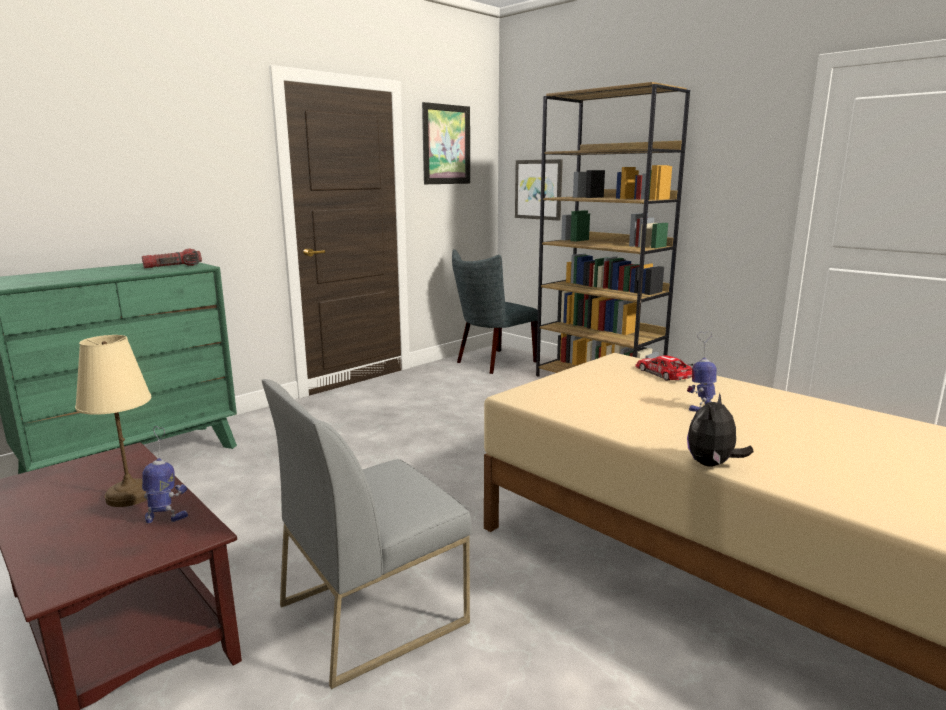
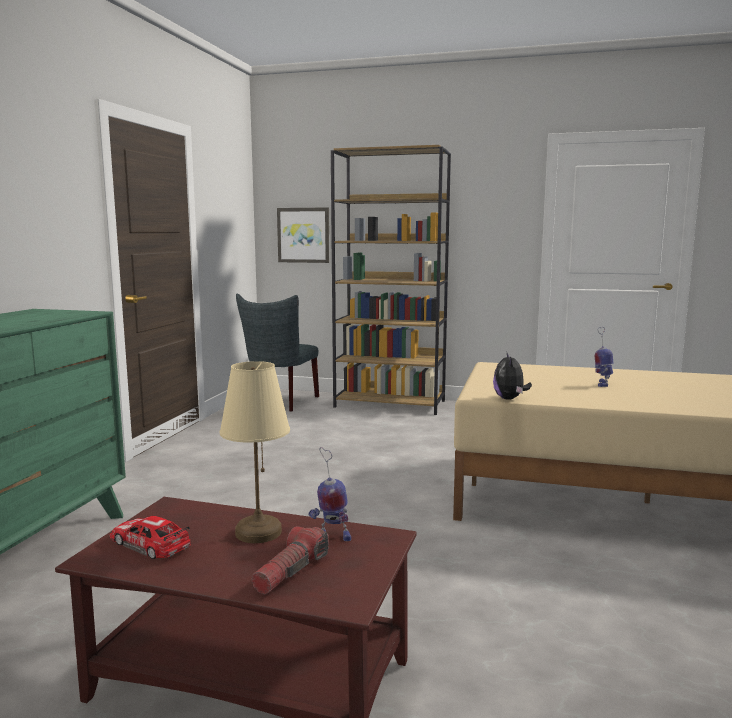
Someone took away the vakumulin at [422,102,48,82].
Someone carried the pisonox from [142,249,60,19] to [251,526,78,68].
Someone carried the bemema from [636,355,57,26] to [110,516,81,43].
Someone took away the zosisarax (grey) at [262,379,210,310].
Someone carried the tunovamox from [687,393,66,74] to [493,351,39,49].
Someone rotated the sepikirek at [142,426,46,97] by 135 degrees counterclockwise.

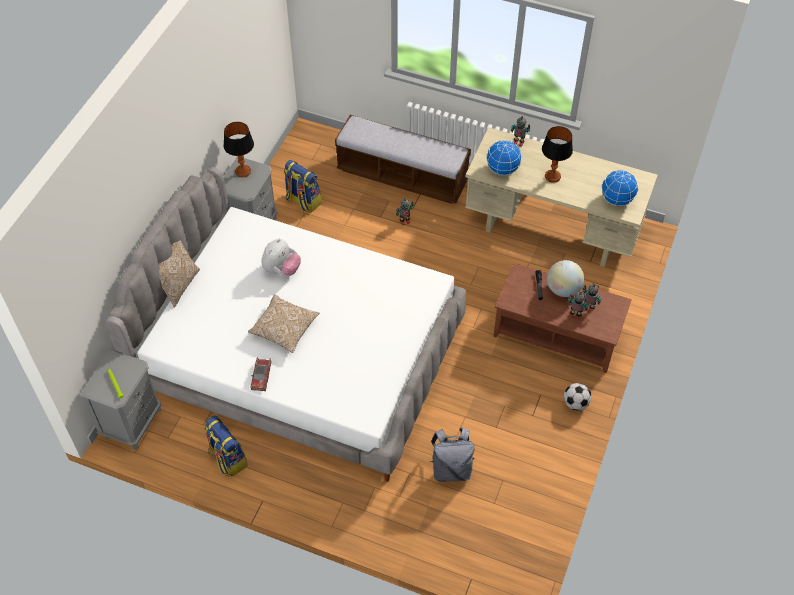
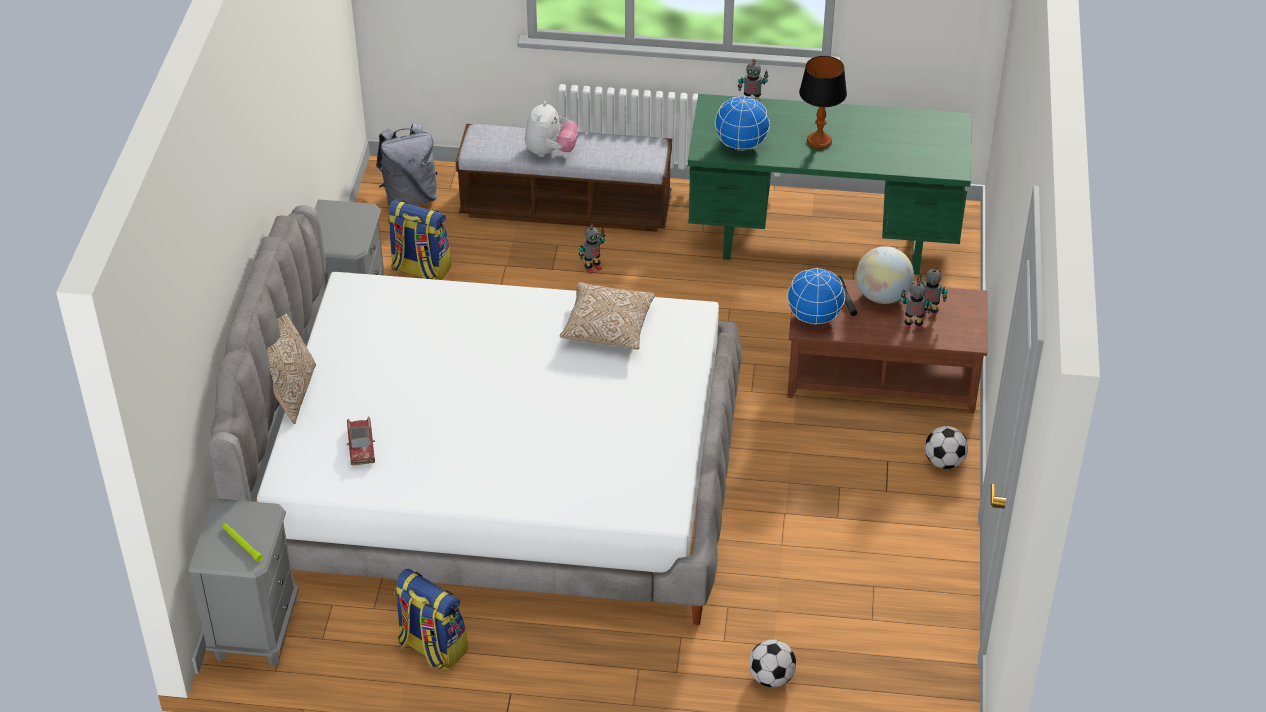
Someone took away the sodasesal at [224,122,30,55].
Someone repainted the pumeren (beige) at [466,127,192,140], which became the pumeren (green) at [688,94,283,181].
Someone carried the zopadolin from [602,170,36,36] to [787,267,58,58].
Someone carried the tunovamox from [262,239,39,37] to [525,101,54,56].
Someone carried the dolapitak from [248,294,71,59] to [560,282,96,68].
Someone carried the bemema from [250,357,21,34] to [347,416,28,50].
Someone carried the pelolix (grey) from [430,427,45,55] to [376,123,62,83].
Someone put down the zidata at [749,640,47,47].

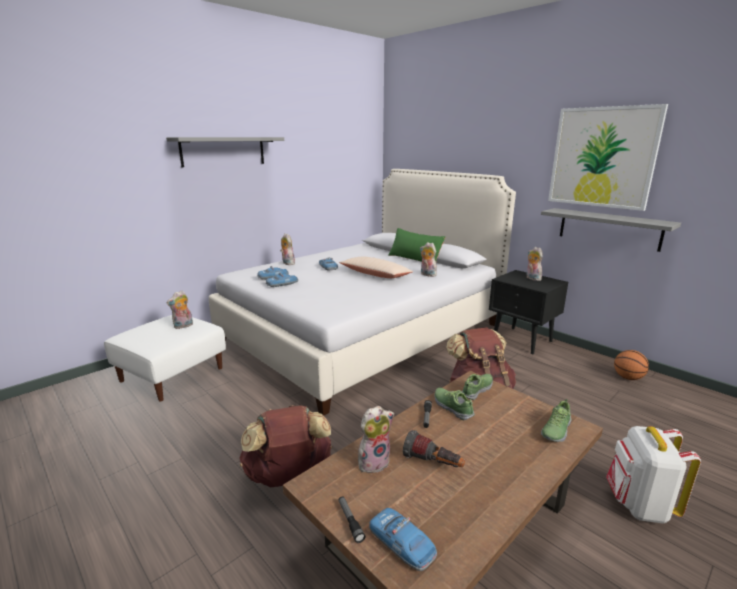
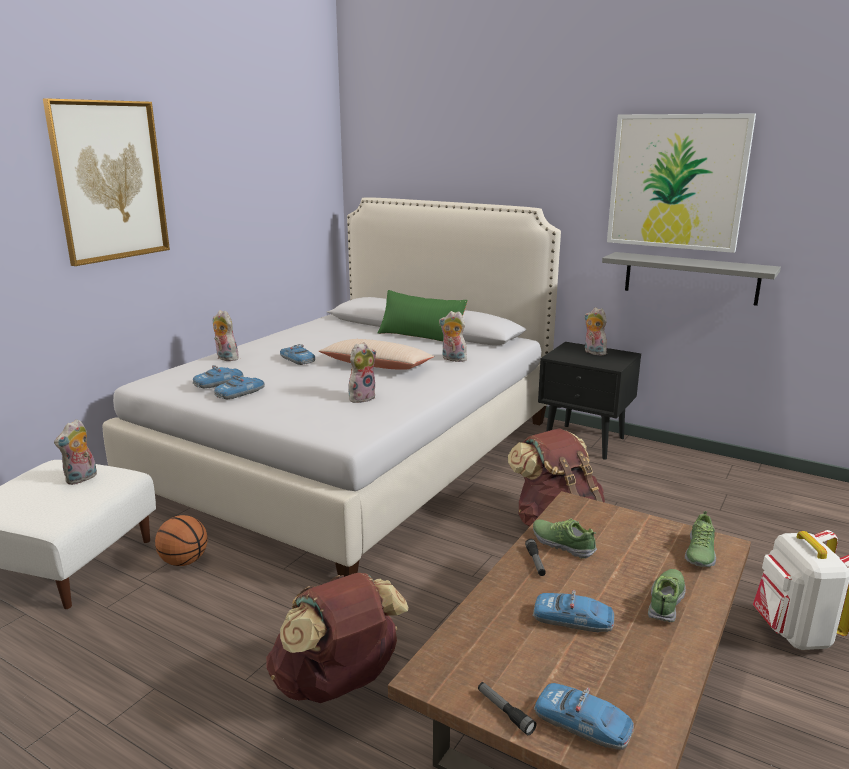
Someone swapped the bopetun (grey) at [166,137,118,30] for the vakumulin at [43,98,127,168].
Someone carried the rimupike from [614,350,35,30] to [155,515,53,51].
Someone carried the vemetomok from [461,374,32,26] to [648,569,38,53].
Someone carried the tunovamox from [358,406,36,67] to [349,342,27,61].
Someone swapped the pisonox at [403,430,62,37] for the bemema at [533,590,81,42].

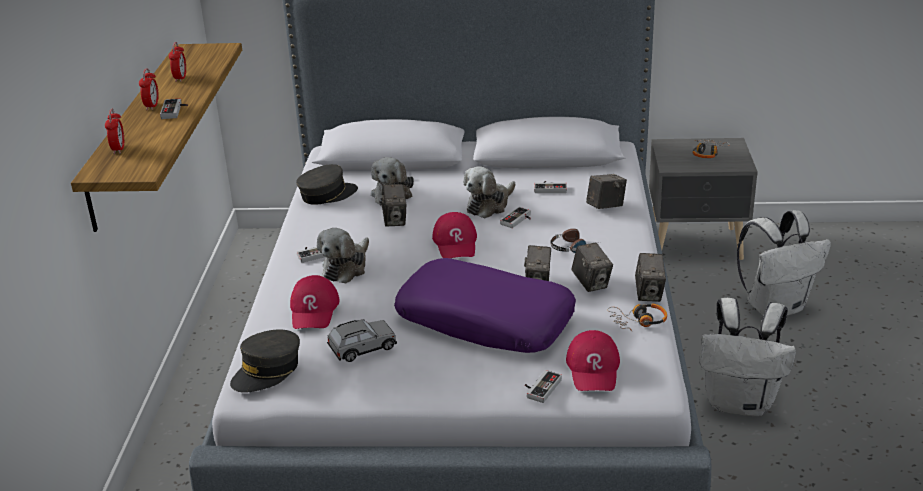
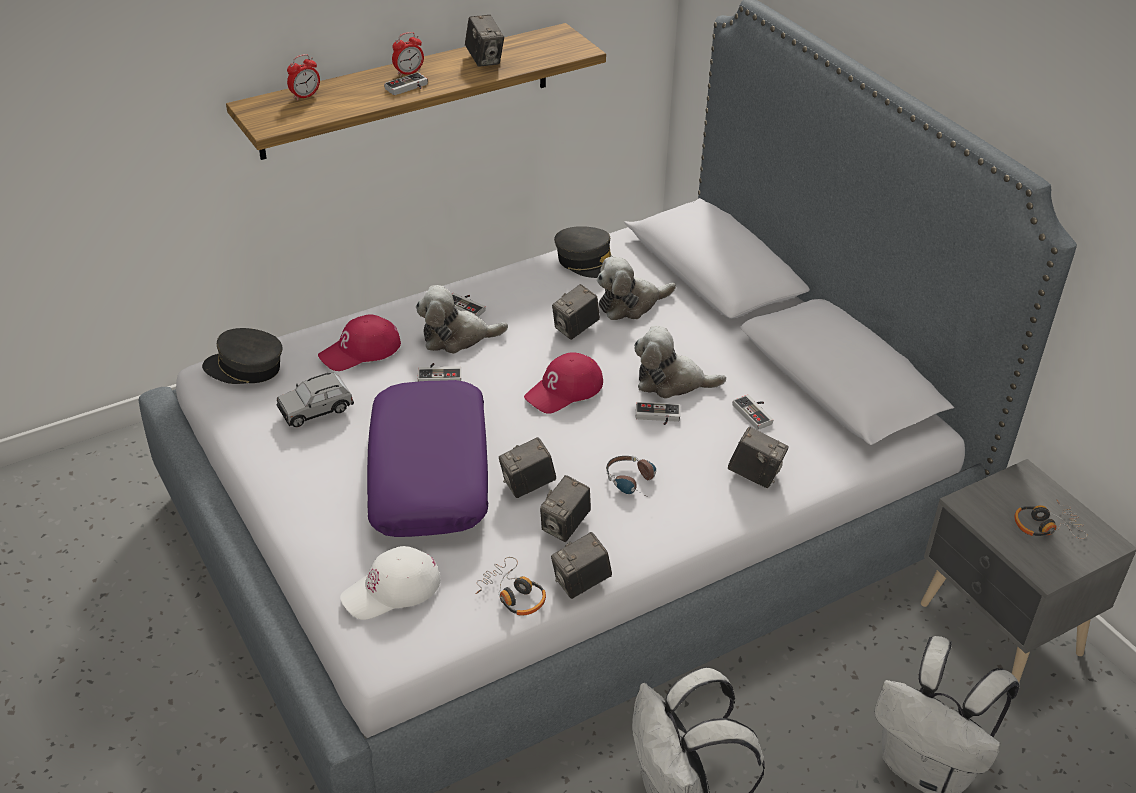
Someone swapped the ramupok at [169,42,17,40] for the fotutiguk at [465,15,39,52].
Someone rotated the bemema (grey) at [327,319,70,43] by 120 degrees clockwise.
Someone repainted the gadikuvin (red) at [566,330,54,61], which became the gadikuvin (white) at [340,546,101,74].
Someone carried the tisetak from [525,370,37,33] to [418,363,43,19].

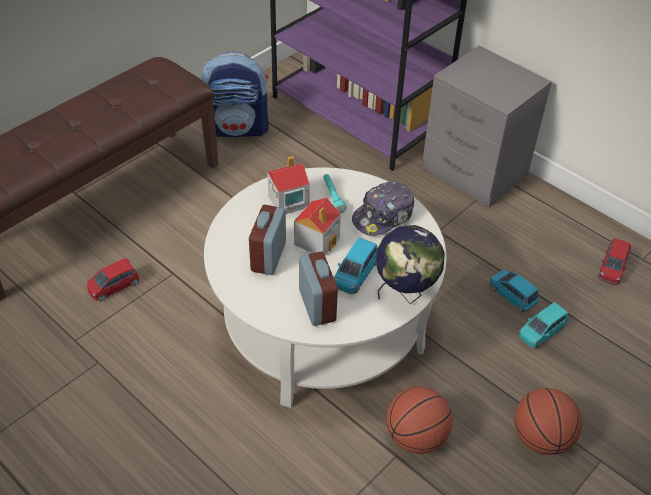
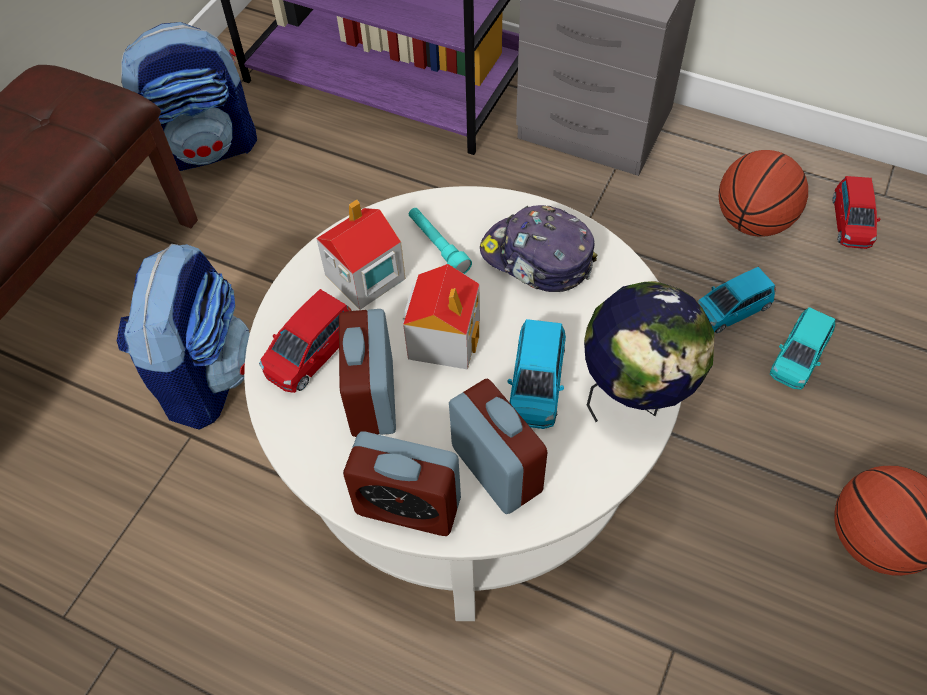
Someone rotated the gadikuvin at [352,182,62,54] by 90 degrees clockwise.
Someone carried the bemema (red) from [86,258,53,43] to [259,289,93,104].
Someone rotated the bemema (blue) at [489,270,50,43] by 60 degrees counterclockwise.
Someone carried the rimupike from [386,387,67,67] to [719,150,89,87].
Someone put down the pelolix at [117,244,133,186].
Someone put down the ramupok at [343,432,118,104].

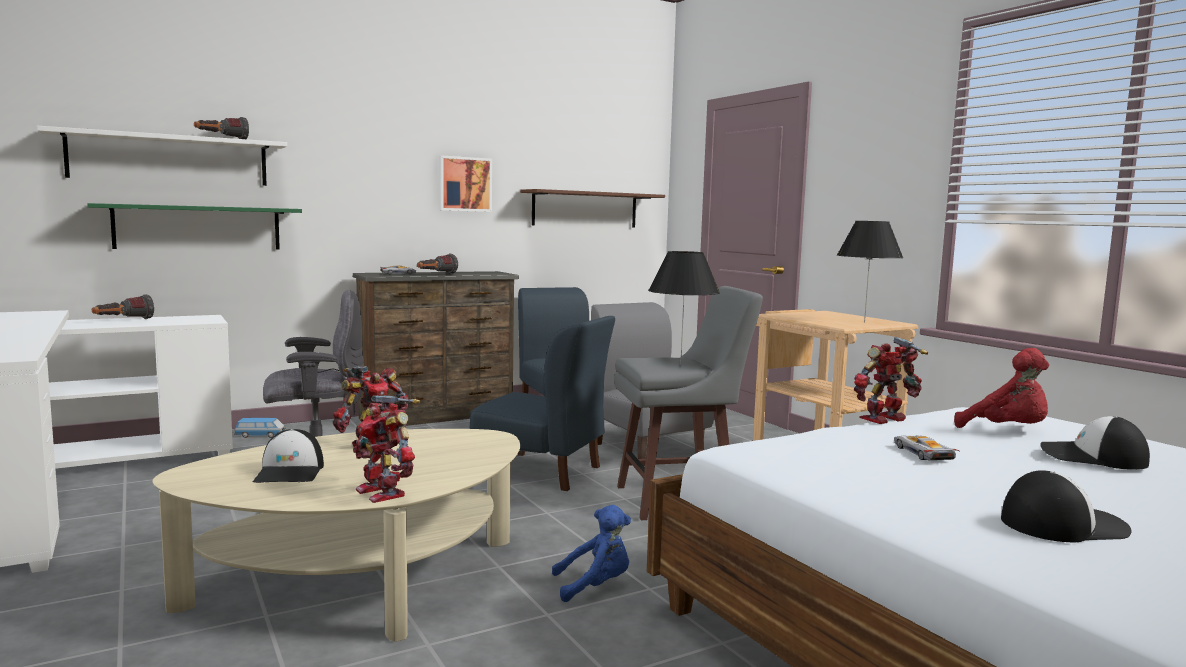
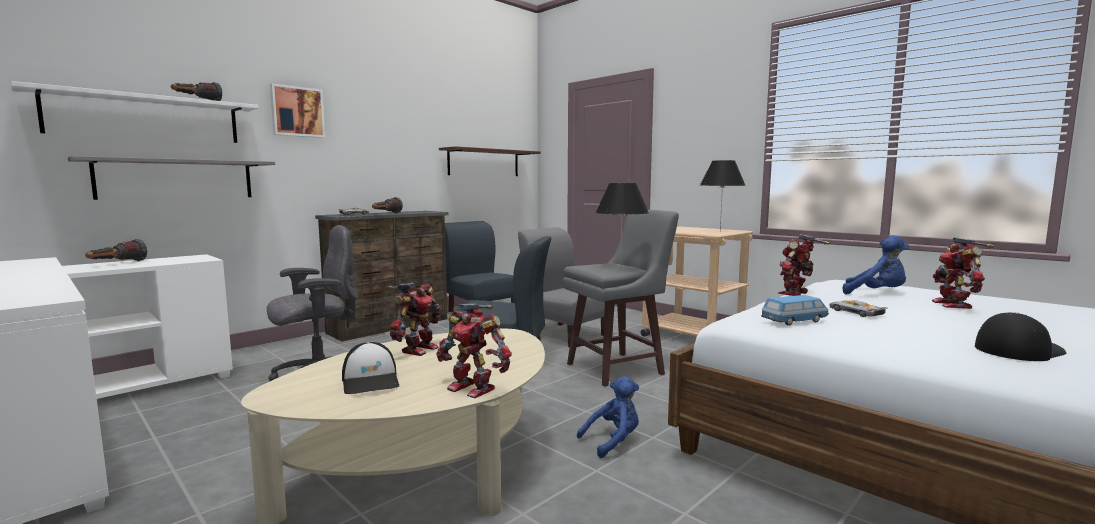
Someone carried the vakumulin from [439,155,53,57] to [270,83,55,55].
Someone repainted the bopetun (green) at [87,203,215,47], which became the bopetun (grey) at [68,156,207,44].
Someone repainted the tunovamox (red) at [954,348,95,80], which became the tunovamox (blue) at [843,235,66,59].
Someone swapped the gadikuvin at [1040,416,110,54] for the sepikirek at [932,237,62,72].
Someone carried the bemema from [234,418,51,20] to [761,295,68,31].

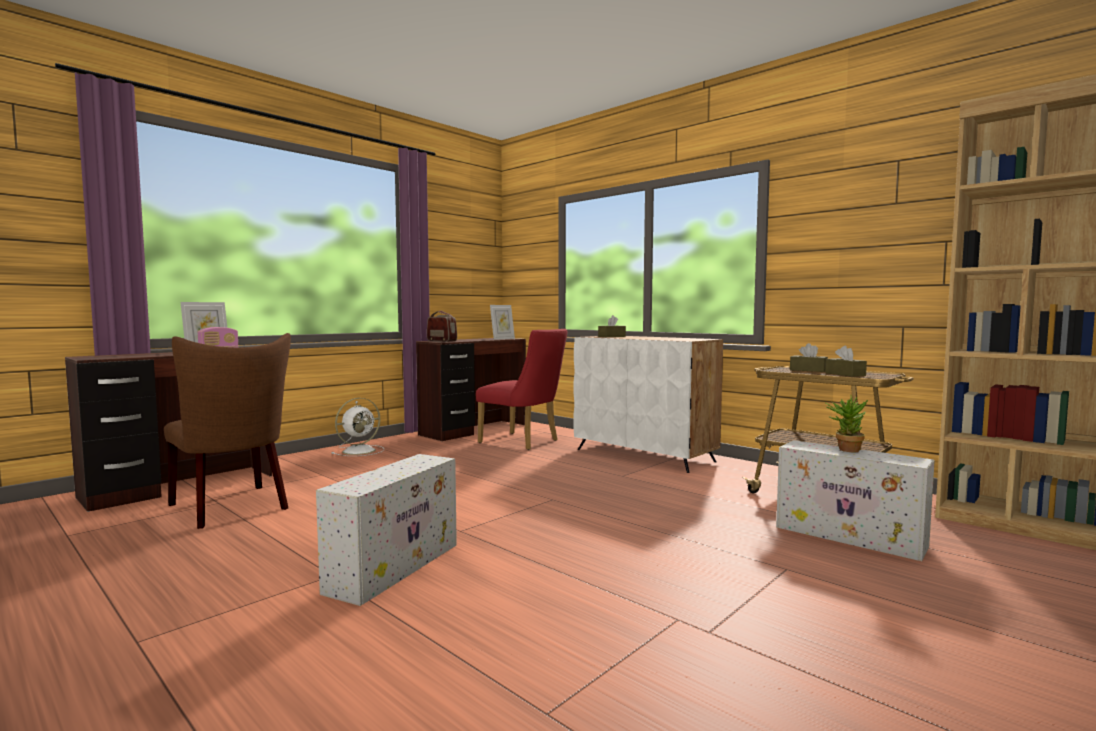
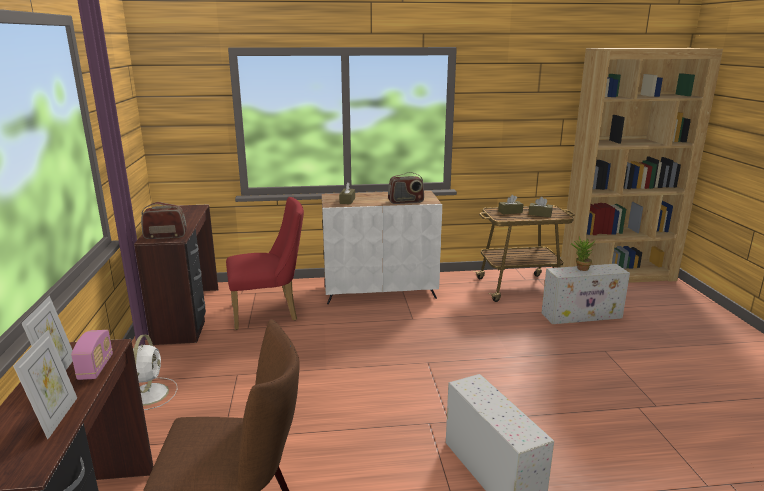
Someone carried the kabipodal from [490,305,25,35] to [13,330,64,109].
Someone put down the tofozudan at [388,172,36,32].

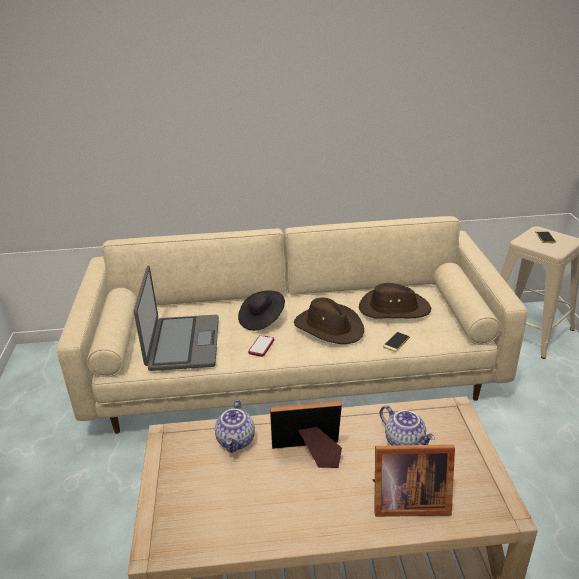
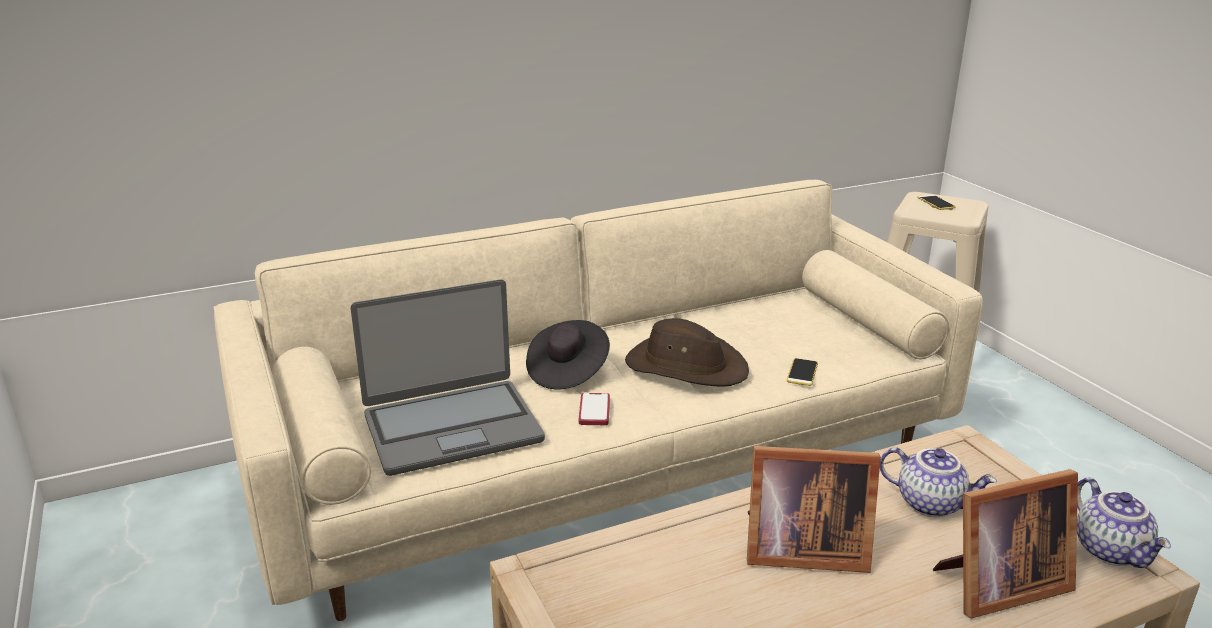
Someone rotated the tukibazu at [134,266,85,105] by 90 degrees clockwise.
Someone took away the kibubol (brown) at [359,283,72,36].
Someone carried the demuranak from [215,399,40,54] to [1077,477,94,91].
Someone rotated the kabipodal at [270,401,72,67] by 150 degrees counterclockwise.

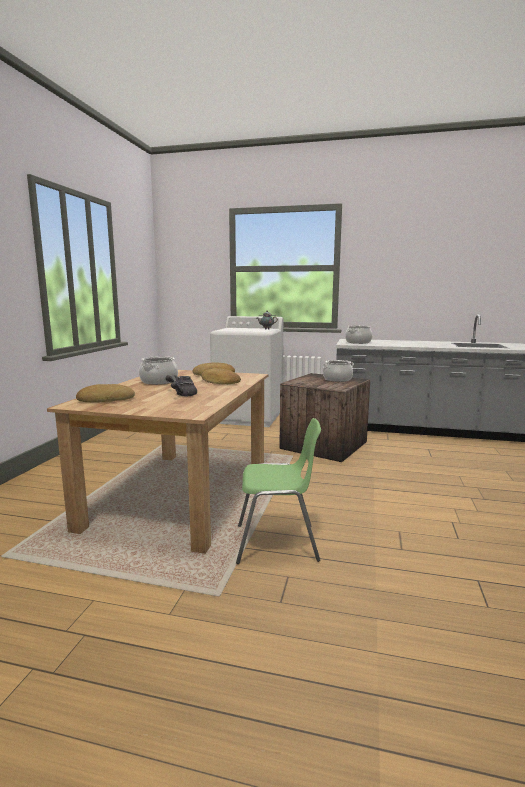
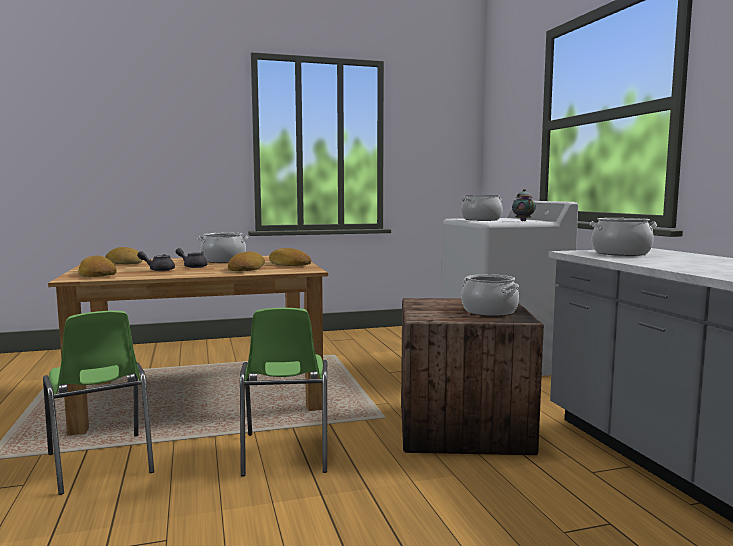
Someone put down the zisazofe at [461,195,42,26].
Someone put down the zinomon at [78,255,39,22].
Someone put down the zosisarax (green) at [240,308,87,169].

